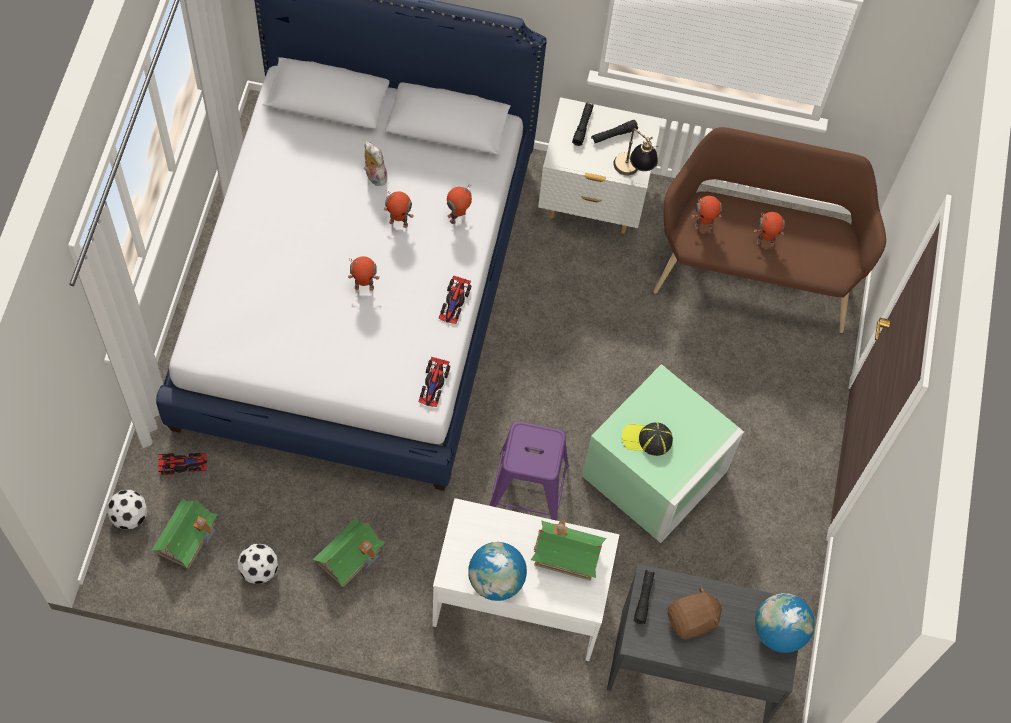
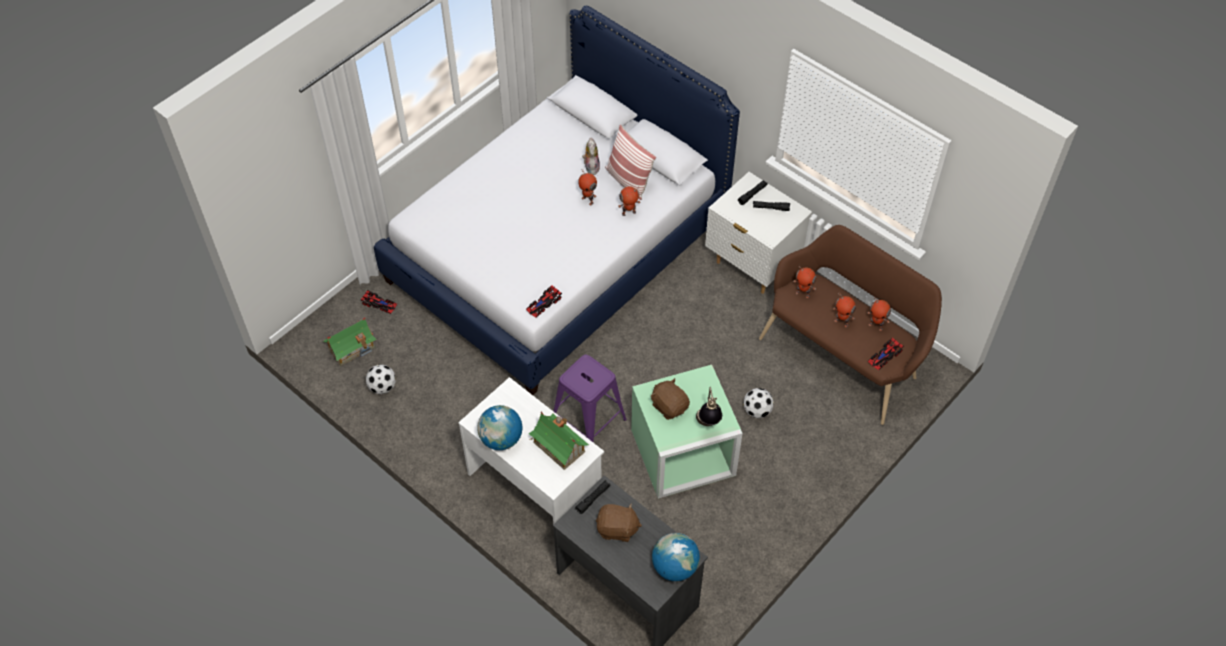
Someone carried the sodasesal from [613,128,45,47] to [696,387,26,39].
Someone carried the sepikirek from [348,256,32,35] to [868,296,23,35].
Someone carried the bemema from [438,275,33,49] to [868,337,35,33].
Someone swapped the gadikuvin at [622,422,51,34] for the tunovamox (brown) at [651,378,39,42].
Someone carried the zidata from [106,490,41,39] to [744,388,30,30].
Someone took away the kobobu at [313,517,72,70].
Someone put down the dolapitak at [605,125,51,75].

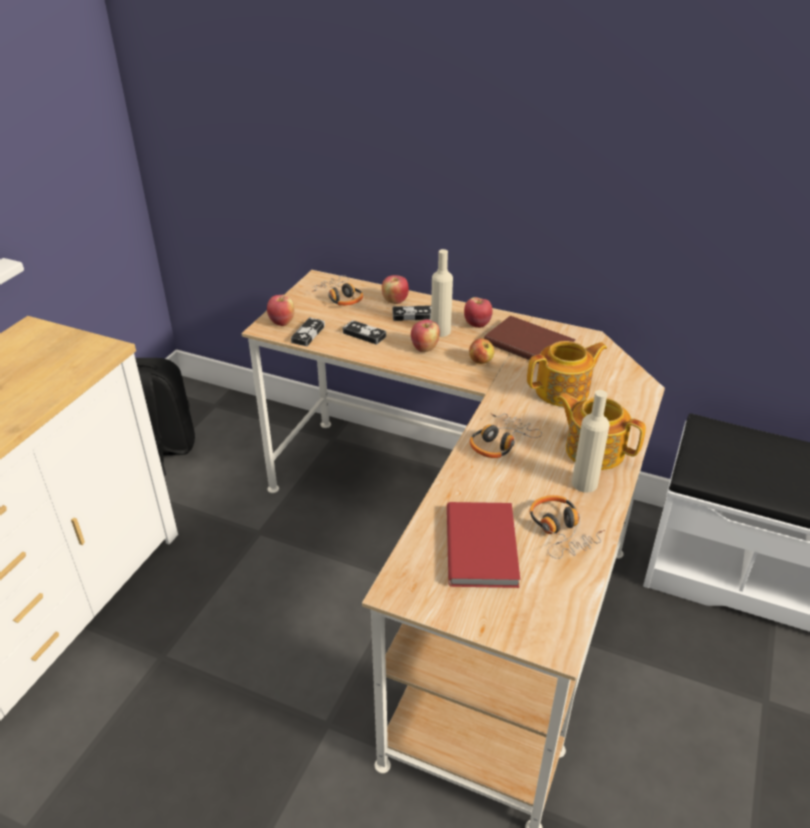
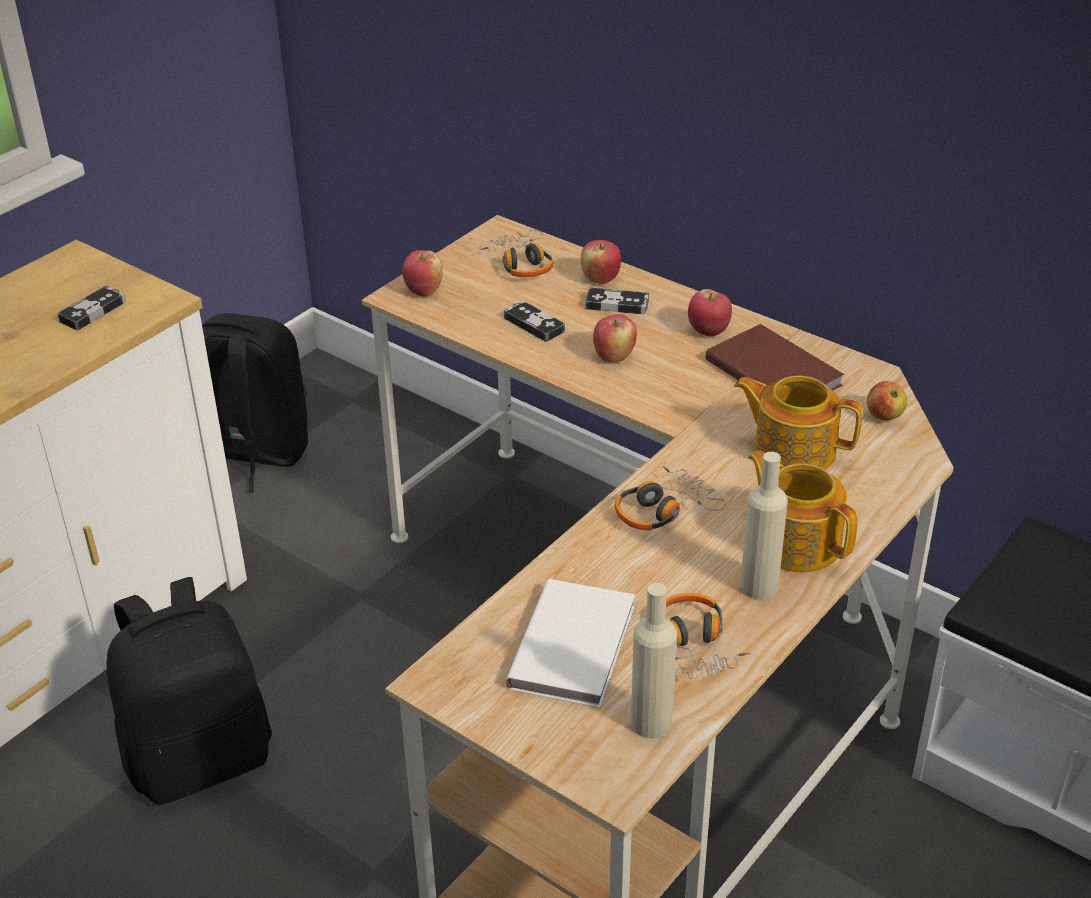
Someone carried the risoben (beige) from [431,249,22,88] to [631,583,46,155].
Someone carried the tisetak from [291,317,34,29] to [57,285,69,46].
Someone carried the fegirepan from [469,338,25,26] to [867,381,40,40].
Someone rotated the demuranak at [527,341,80,66] by 150 degrees counterclockwise.
Someone repainted the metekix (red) at [447,502,73,86], which became the metekix (white) at [505,579,130,129].
Someone put down the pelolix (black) at [107,577,165,228].

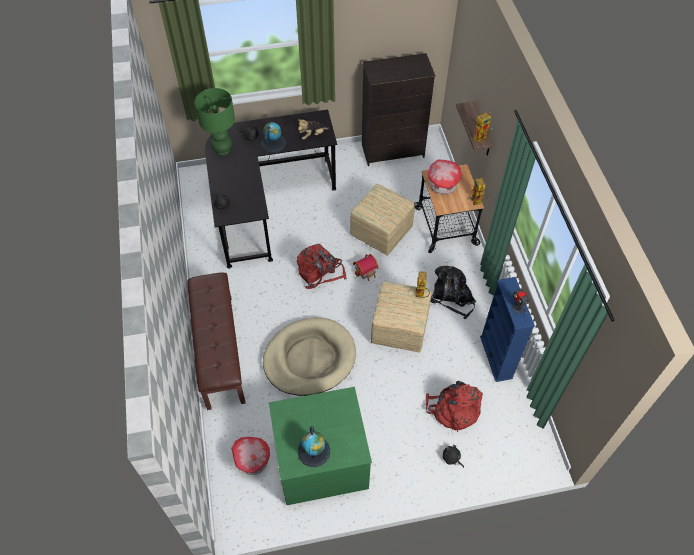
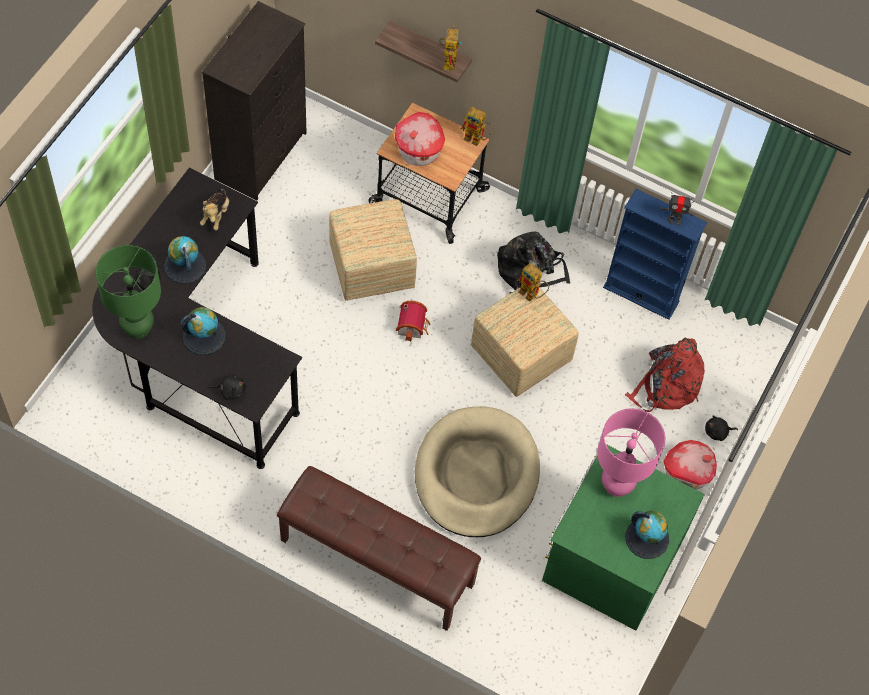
Someone took away the pelolix (red) at [297,244,50,45].
Someone carried the kobobu from [231,437,39,38] to [663,440,54,50].
Someone put down the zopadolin at [181,307,45,48].
Someone put down the sodasesal (pink) at [597,408,68,89].

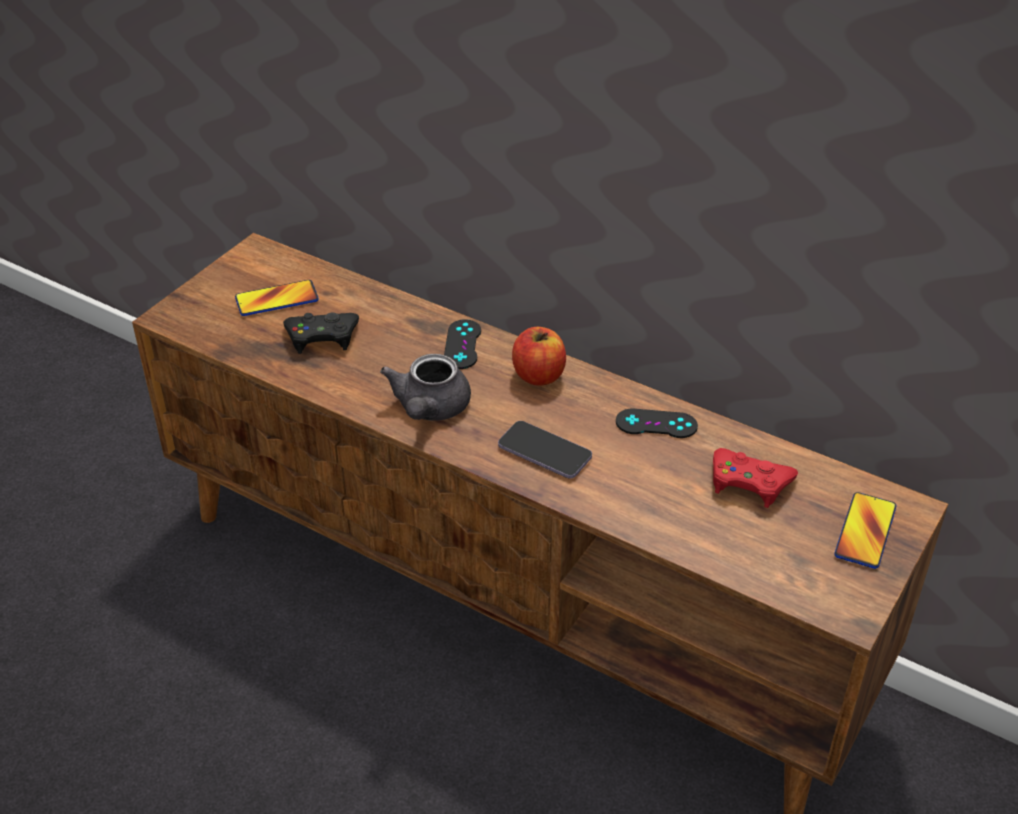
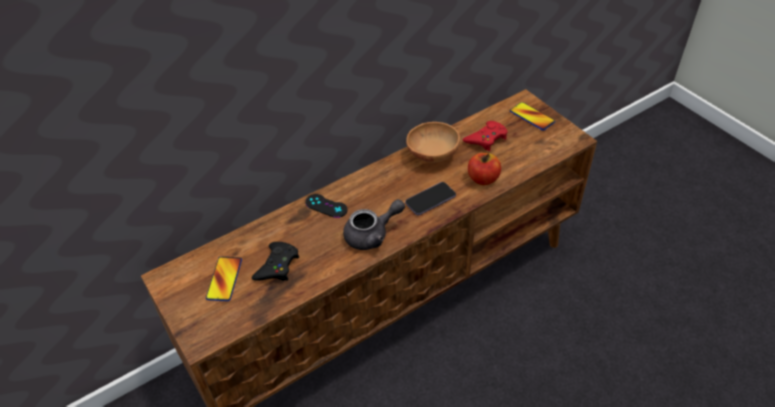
Someone carried the fegirepan from [512,327,54,59] to [468,153,33,32].
Someone rotated the demuranak (grey) at [380,354,91,67] by 60 degrees counterclockwise.
Someone swapped the tisetak (black) at [616,409,82,29] for the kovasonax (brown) at [406,122,54,41].

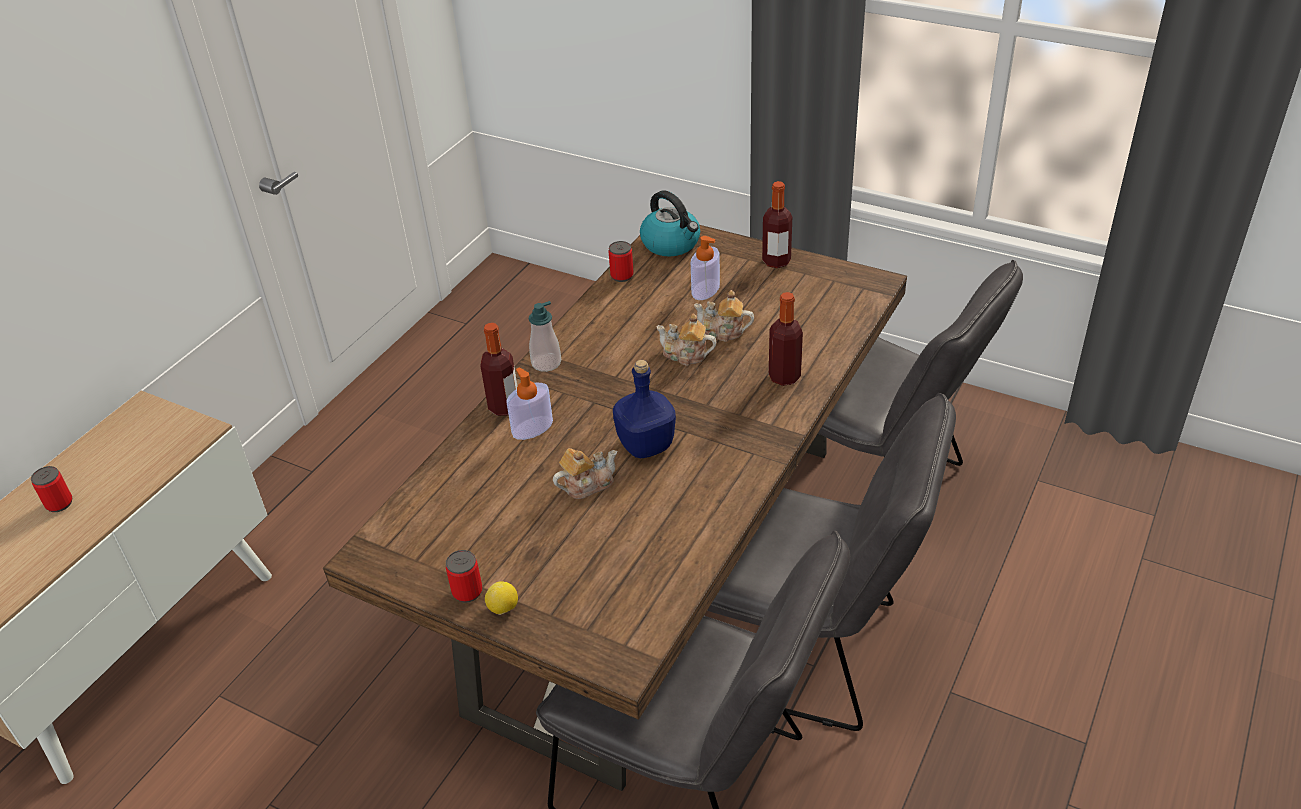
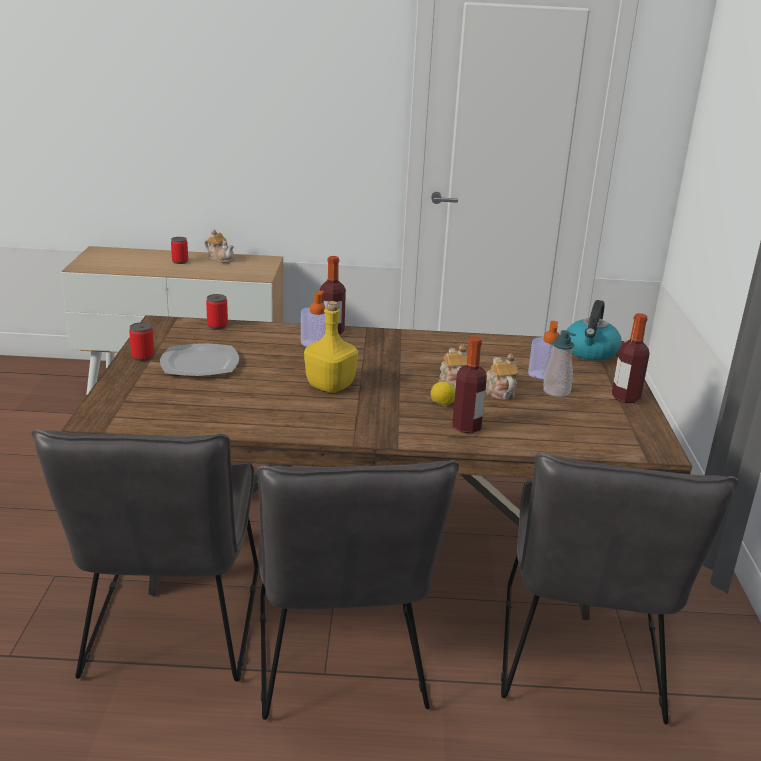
Someone carried the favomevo from [608,241,26,41] to [206,294,22,35].
Someone carried the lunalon from [529,301,32,71] to [543,330,33,67].
Someone repainted the risoben (blue) at [613,360,63,98], which became the risoben (yellow) at [304,301,54,92].
Someone carried the demuranak from [553,448,64,51] to [205,230,29,33].
Someone carried the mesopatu from [485,582,33,33] to [431,382,24,24].
Someone put down the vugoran at [160,343,79,33].

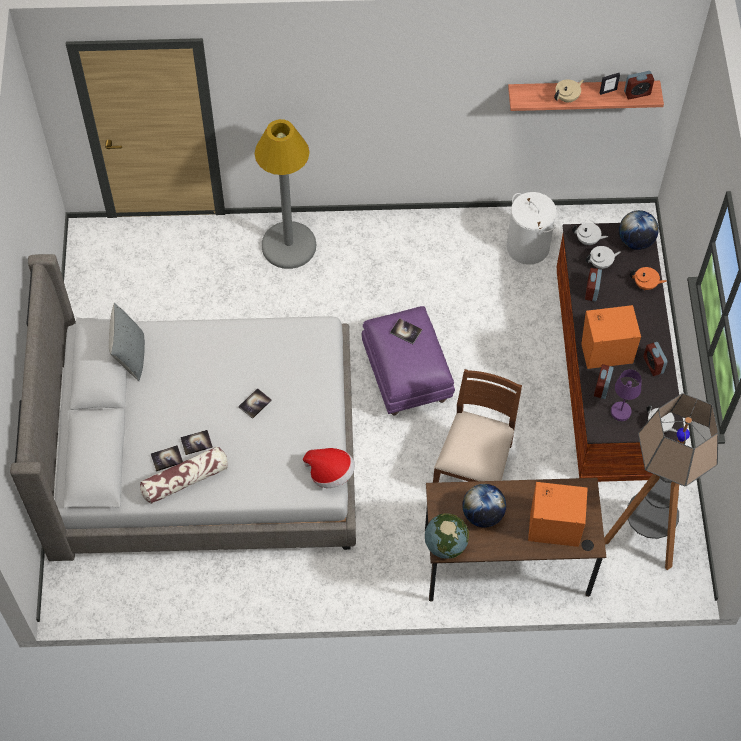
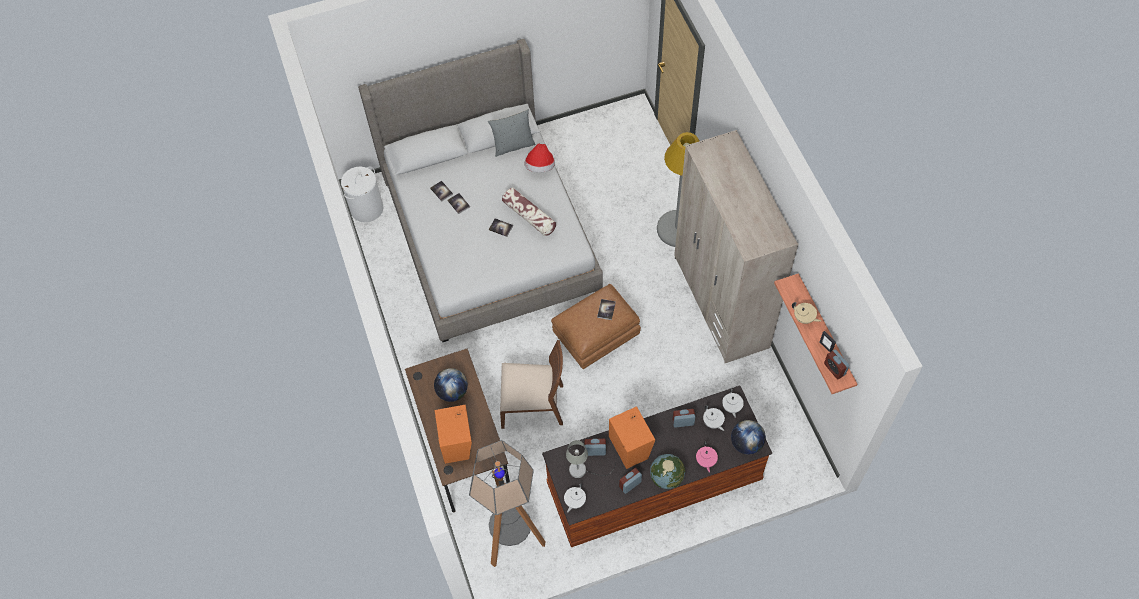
Someone carried the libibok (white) from [506,192,51,73] to [341,166,42,56].
Someone repainted the demuranak (orange) at [630,267,37,23], which became the demuranak (pink) at [696,442,22,31].
Someone repainted the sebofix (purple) at [362,306,93,110], which became the sebofix (brown) at [551,284,90,85].
Someone repainted the sodasesal (purple) at [611,369,30,52], which became the sodasesal (grey) at [566,440,50,38].
Someone carried the dolapitak from [140,446,88,58] to [502,188,54,48].
Someone carried the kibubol from [303,448,52,40] to [525,144,30,28].
Someone carried the zopadolin from [425,513,44,46] to [650,454,35,35].
Someone put down the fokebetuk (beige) at [674,130,124,233].

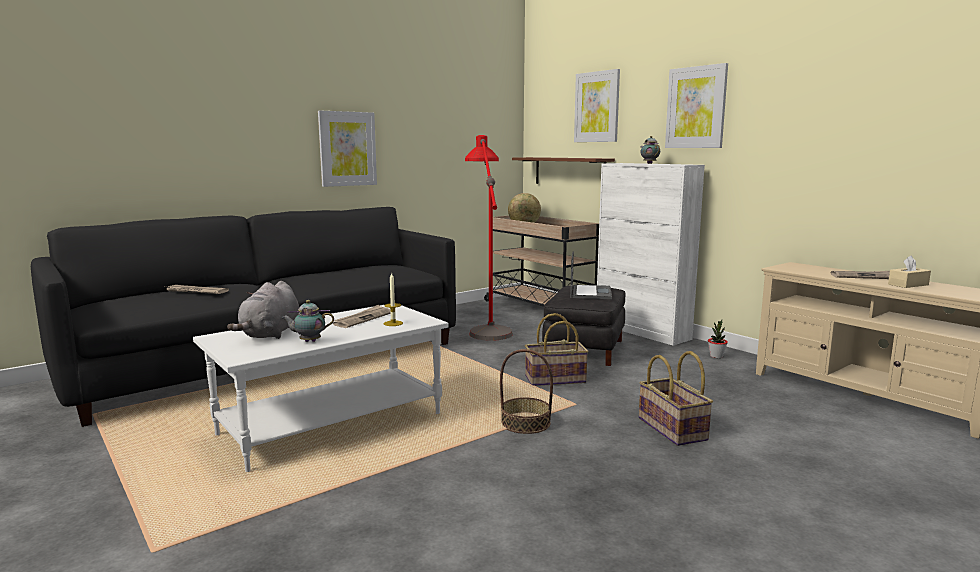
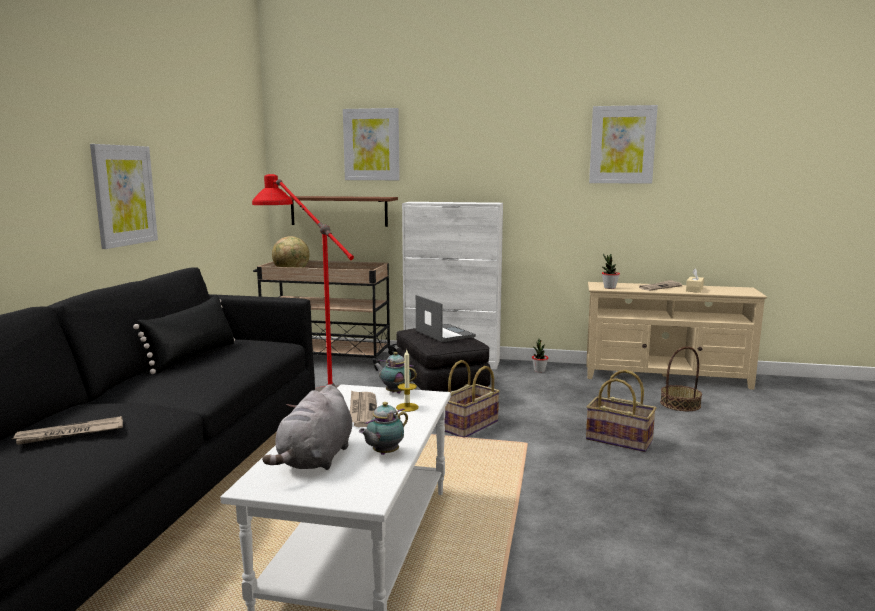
Someone carried the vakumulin from [665,63,63,85] to [589,105,69,79].
Someone carried the demuranak from [640,136,20,28] to [374,352,43,42].
Someone rotated the tunovamox (grey) at [227,281,72,58] by 45 degrees clockwise.
Someone carried the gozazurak from [500,349,53,85] to [660,346,42,65].
Someone put down the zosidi at [602,254,18,35].
Someone put down the dolapitak (black) at [133,295,102,79].

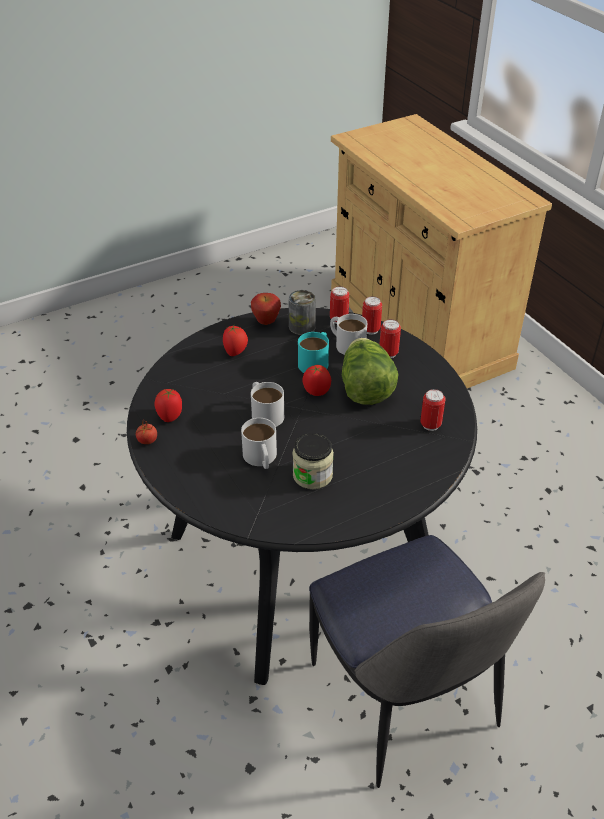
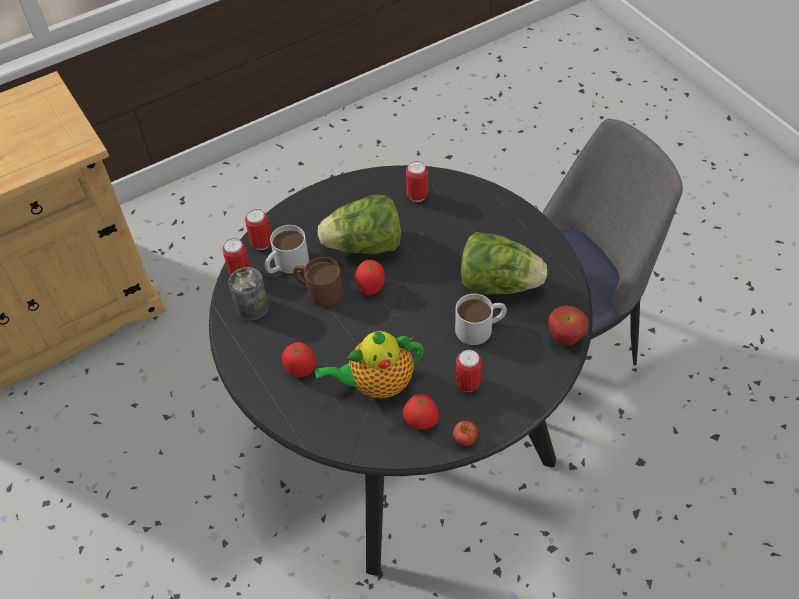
Someone carried the fegirepan from [251,293,30,32] to [549,305,39,41].
Someone carried the favomevo from [379,319,22,39] to [456,350,26,42].
Someone repainted the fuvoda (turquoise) at [298,332,31,41], which became the fuvoda (brown) at [293,257,50,50].
Someone took away the fuvoda (white) at [251,382,33,45].
Someone swapped the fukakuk at [292,433,42,56] for the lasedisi at [461,232,86,63].
Someone put down the demuranak at [315,331,109,67].

